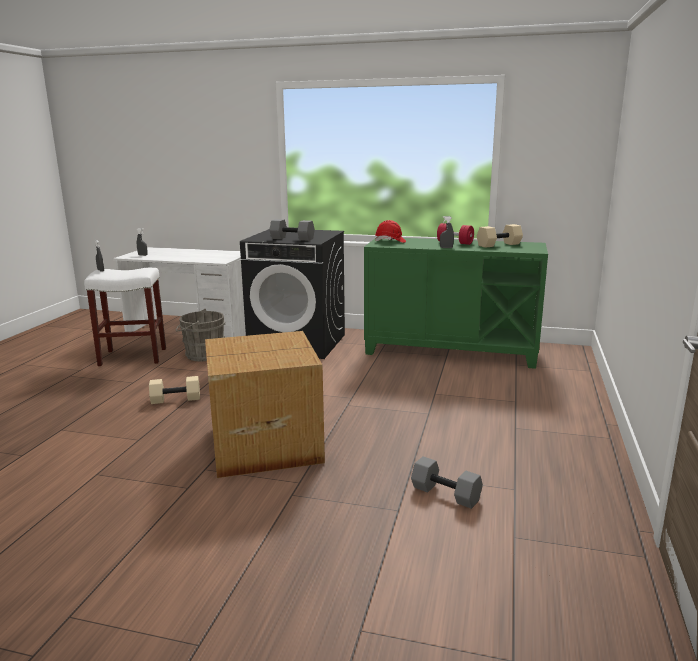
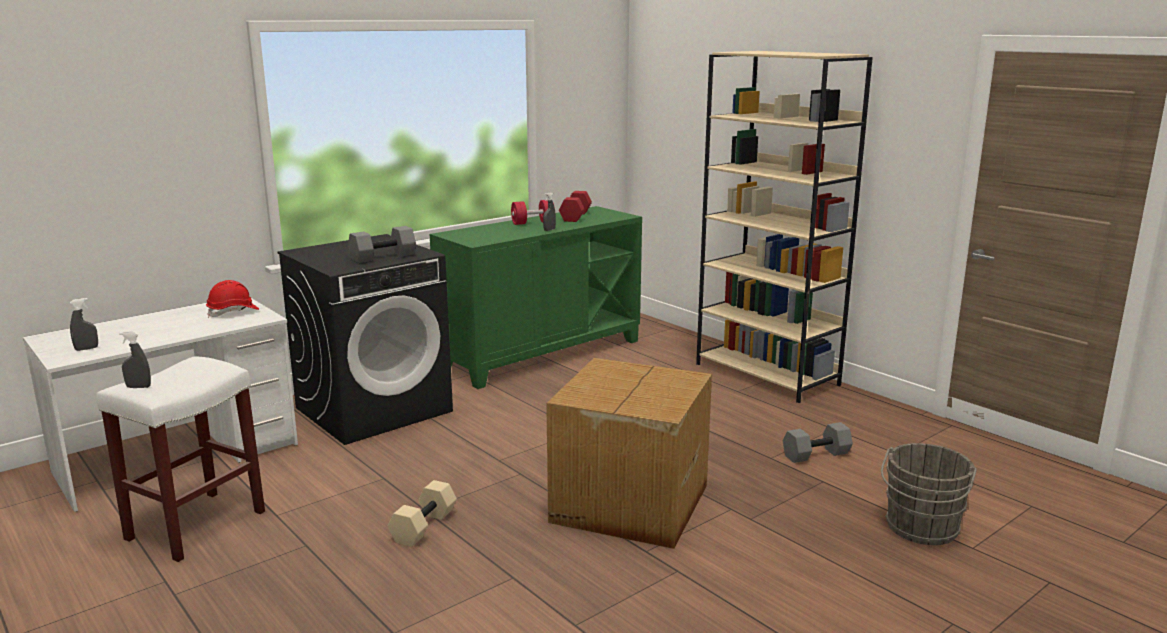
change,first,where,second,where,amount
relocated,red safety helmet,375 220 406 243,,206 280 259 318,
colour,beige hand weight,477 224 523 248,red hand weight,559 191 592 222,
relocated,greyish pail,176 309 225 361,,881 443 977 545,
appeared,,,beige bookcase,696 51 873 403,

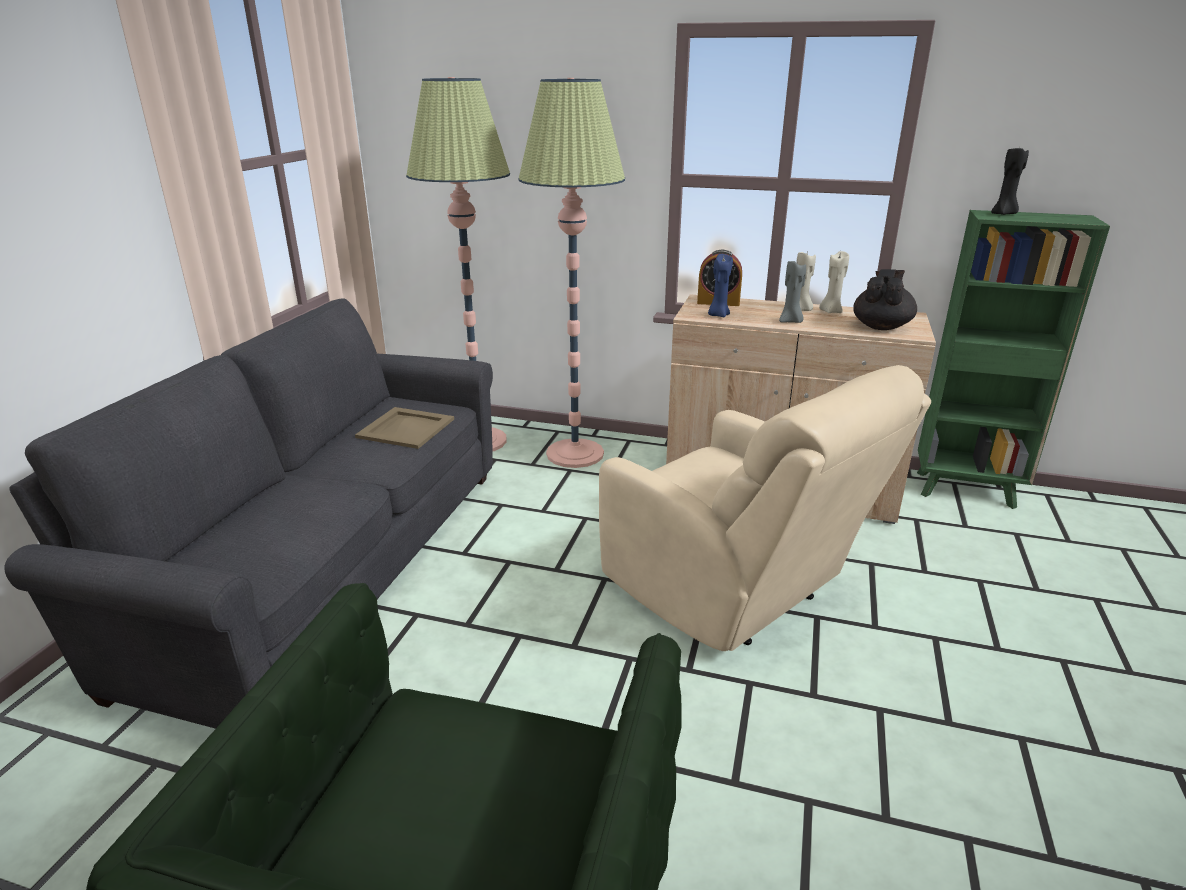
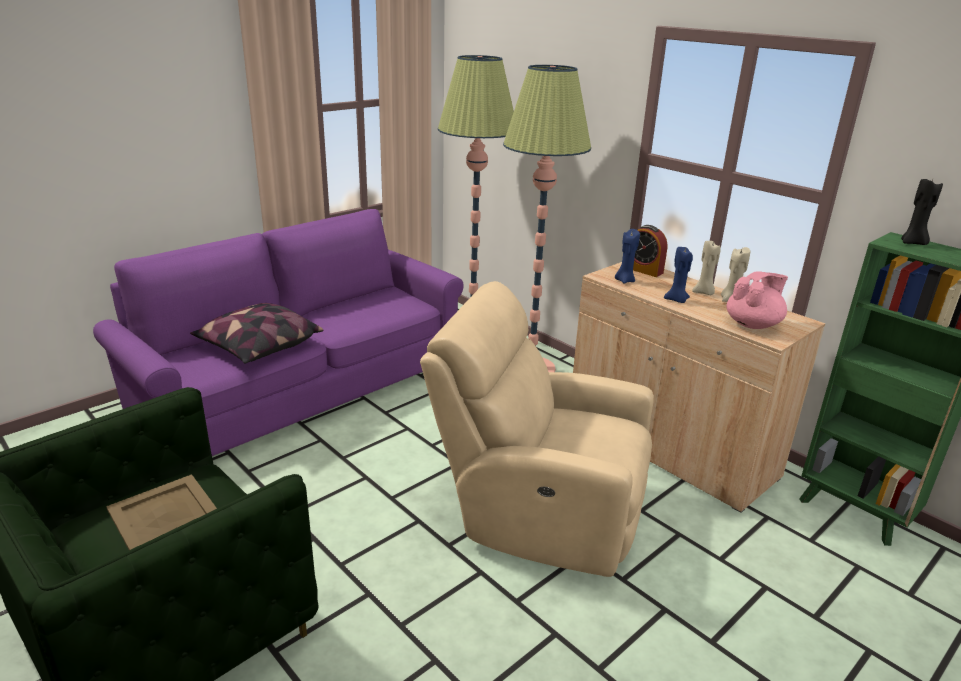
change,first,where,second,where,amount
colour,greyish wax light,779 260 806 323,blue-coloured wax light,664 247 693 303,
colour,black tea pot,853 269 917 330,pink tea pot,726 271 788 329,
colour,greyish sofa,5 298 493 729,purple-coloured sofa,93 209 464 456,
spun,beige easy chair,599 365 931 651,,420 281 654 577,120 degrees clockwise
relocated,beige serving tray,355 407 454 449,,106 474 217 550,
appeared,,,pillow,190 303 324 363,

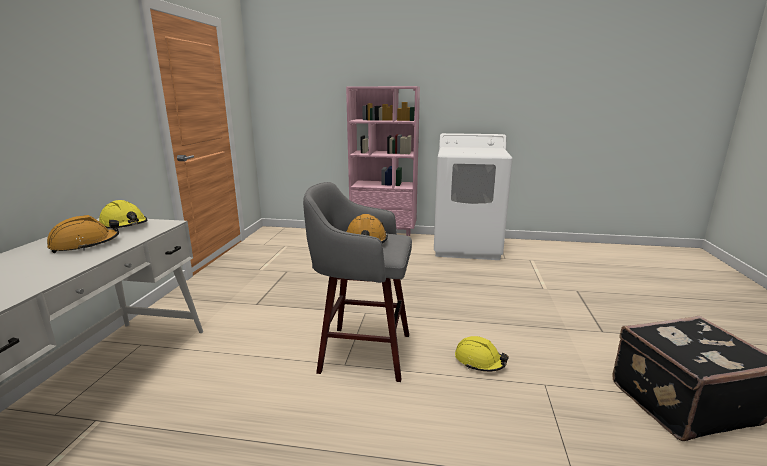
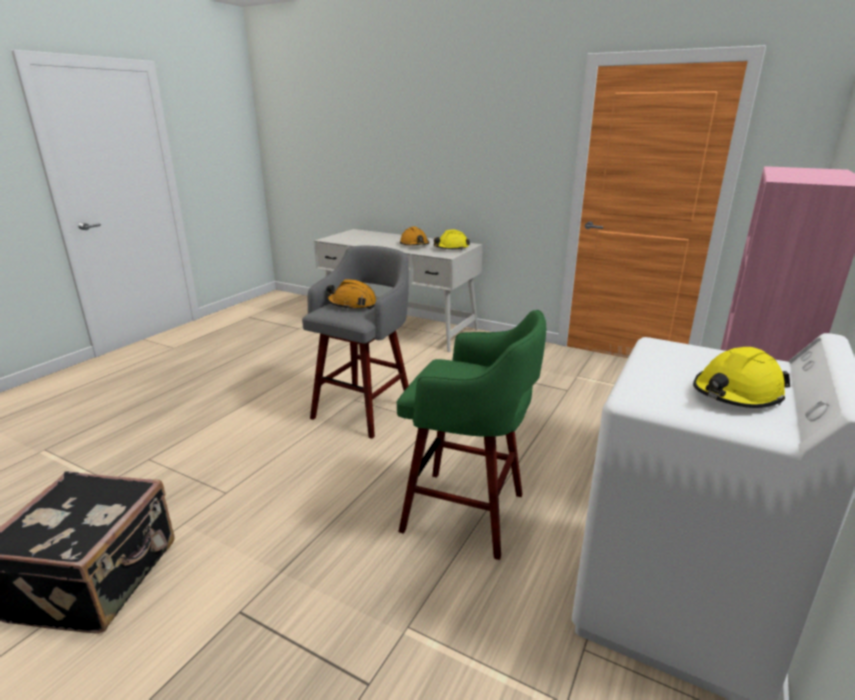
change,first,where,second,where,amount
relocated,yellow safety helmet,455 336 509 372,,693 347 790 408,
appeared,,,greenish stool,397 310 546 560,

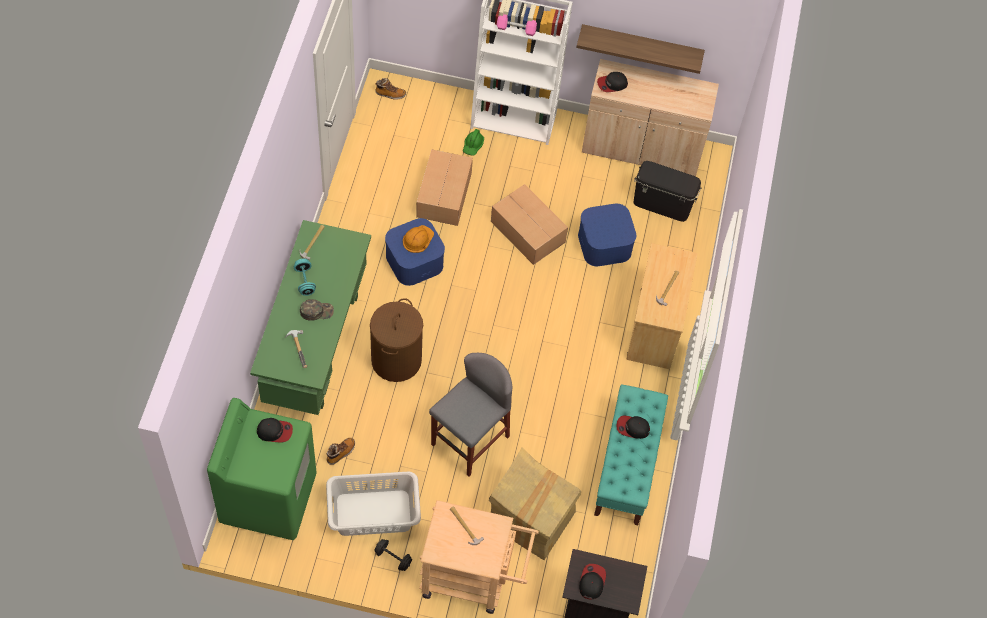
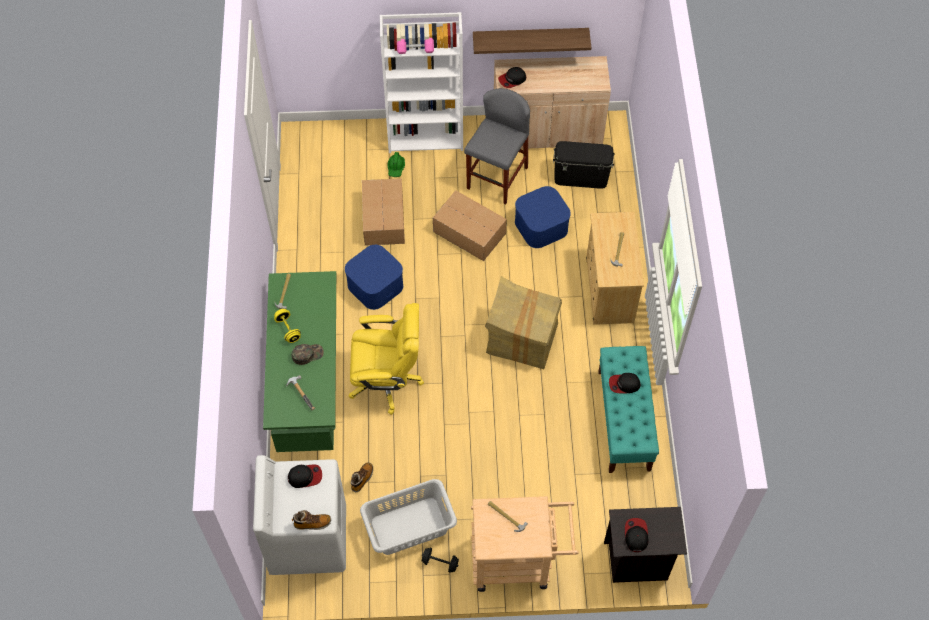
change,first,where,second,where,amount
relocated,high-top boot,375 78 406 100,,291 510 331 530,
missing,orange safety helmet,403 225 434 253,,,
colour,blue-green hand weight,294 259 316 296,yellow hand weight,274 309 301 343,
exchanged,brown washing basket,370 298 423 382,yellow computer chair,348 303 424 415,
relocated,greyish stool,429 353 512 476,,464 88 530 205,
colour,greenish laundry appliance,207 398 317 540,whitish laundry appliance,253 455 346 575,
relocated,cardboard box,489 447 581 560,,485 276 562 369,

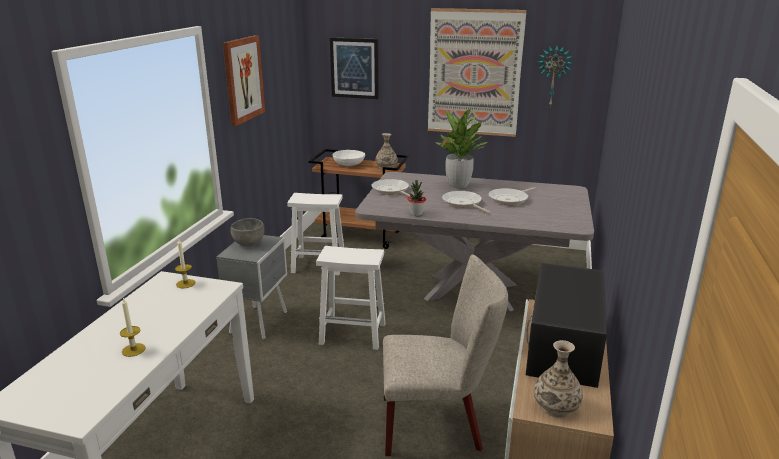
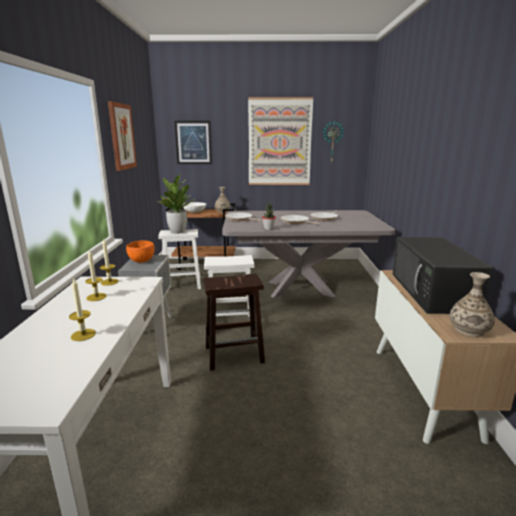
change,first,where,second,where,amount
relocated,potted plant,435 109 487 188,,157 175 195 234,
colour,greyish deep dish,231 218 264 247,orange deep dish,126 240 155 263,
missing,beige chair,383 255 508 456,,,
appeared,,,wax light,85 250 107 301,
appeared,,,brown stool,203 273 265 371,

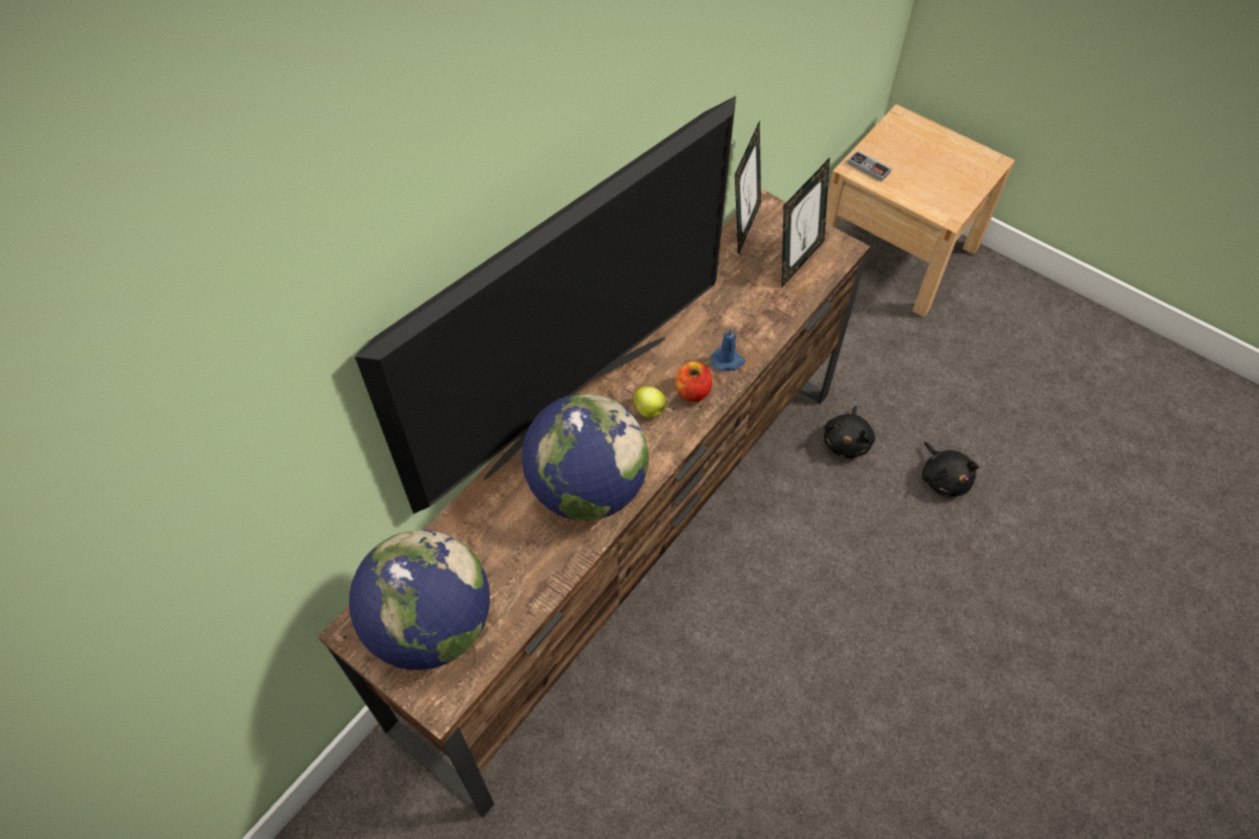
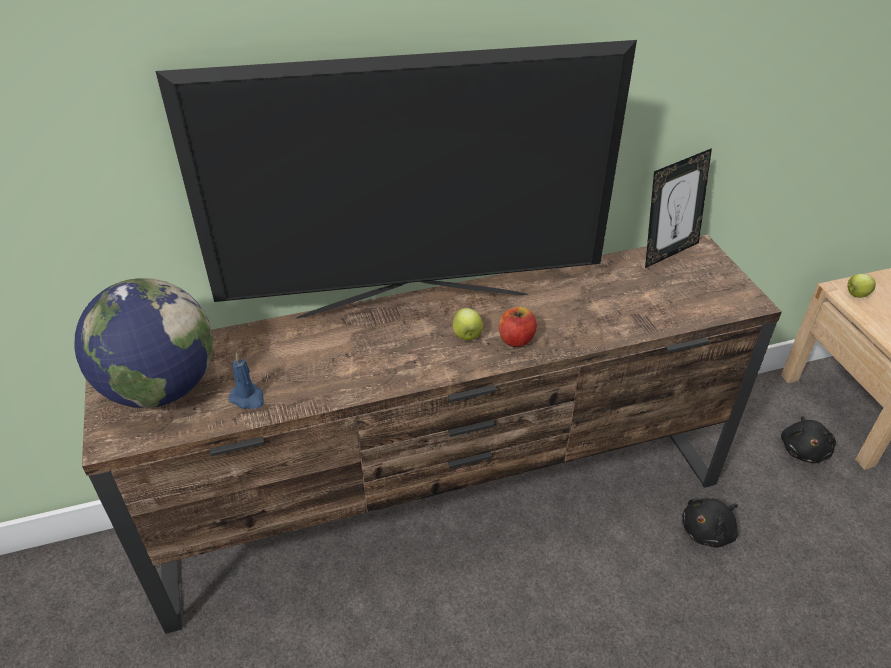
change,first,where,second,where,amount
exchanged,game controller,847 150 892 182,apple fruit,847 274 876 298,
missing,photo frame,782 158 830 287,,,
relocated,blue-coloured wax light,711 327 745 371,,229 353 264 409,
missing,world globe,522 393 649 521,,,
relocated,black soft toy,922 442 979 497,,781 416 836 463,

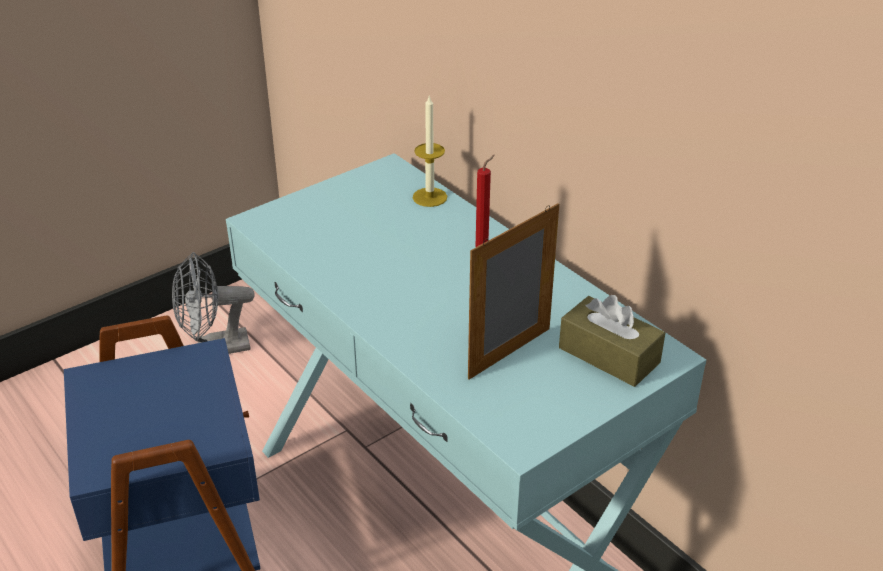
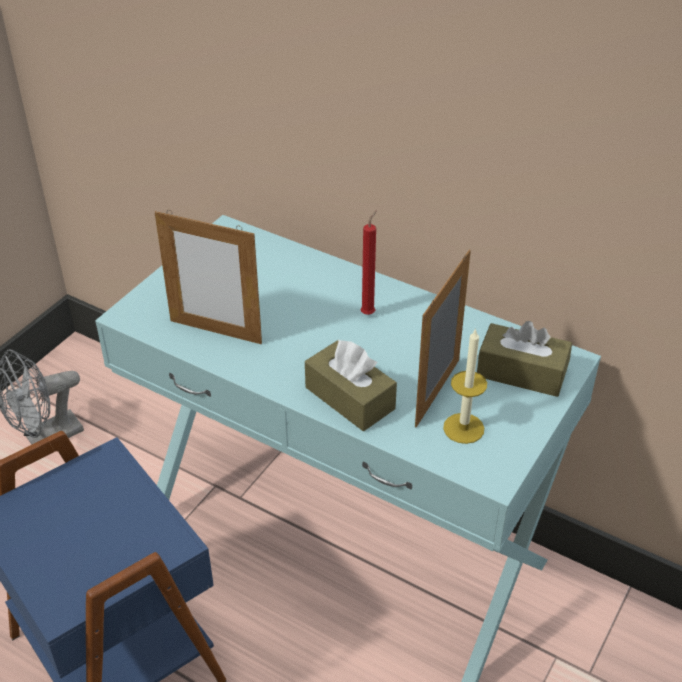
change,first,where,second,where,amount
relocated,wax light,413 96 447 207,,443 328 487 444,
appeared,,,photo frame,155 210 262 344,
appeared,,,brown tissue box,305 340 397 431,

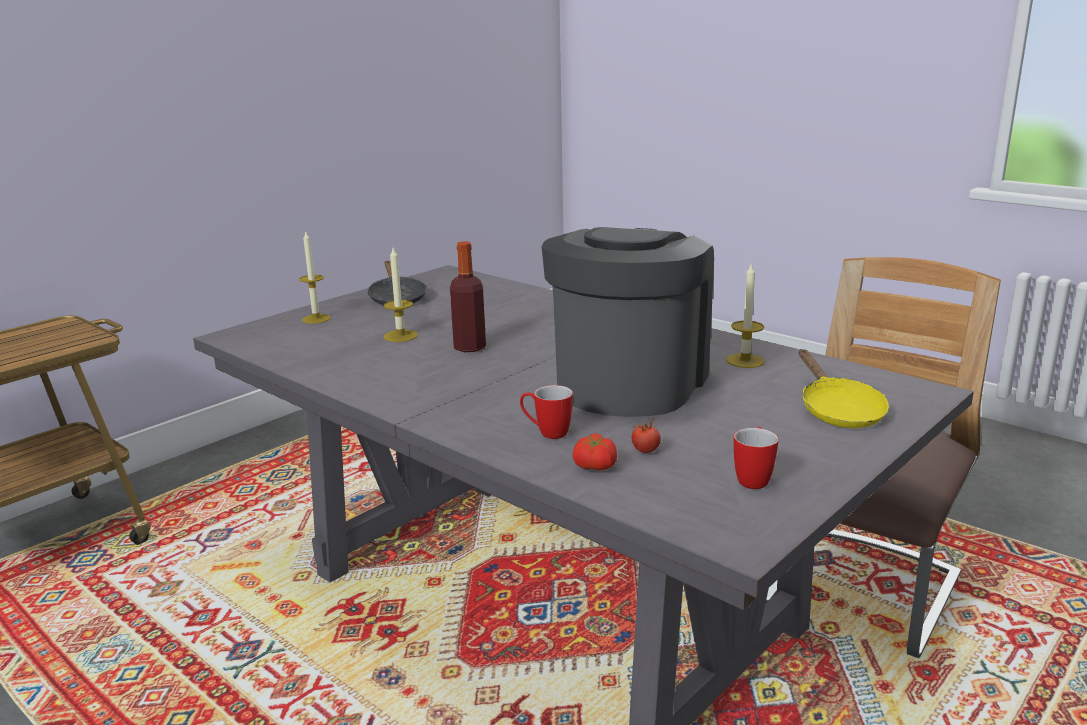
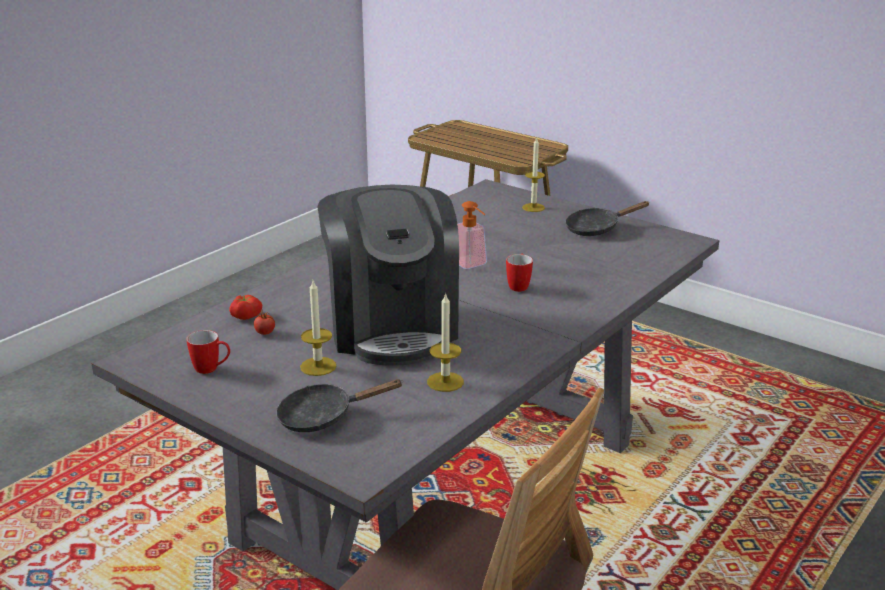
change,first,where,second,where,amount
spun,coffee brewer,542 227 714 417,,317 185 459 366,60 degrees clockwise
exchanged,bottle,450 241 486 352,soap dispenser,457 201 487 269,
relocated,wax light,383 248 418 342,,300 281 337 376,
colour,yellow pan,799 349 889 428,black pan,276 379 403 432,
relocated,tea mug,520 385 573 439,,506 253 533 292,

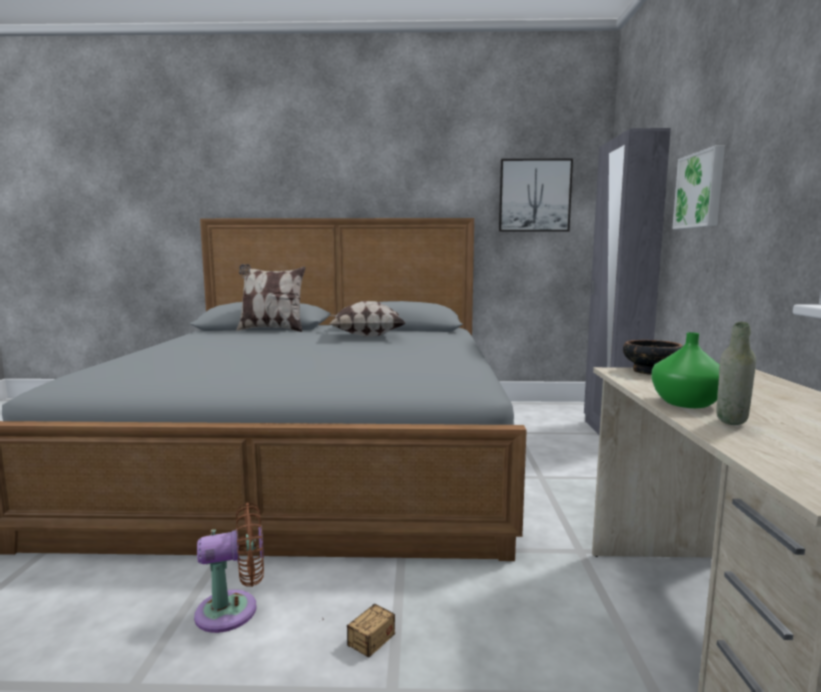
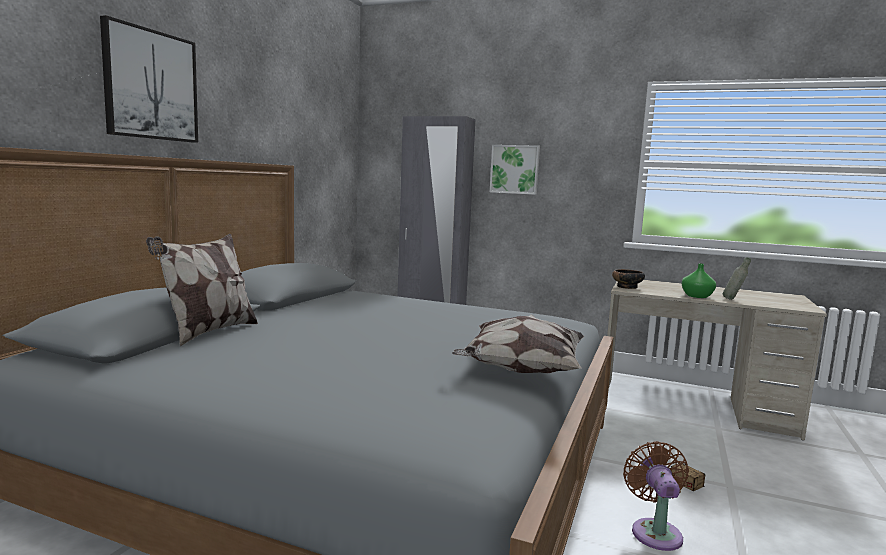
change,first,where,second,where,amount
relocated,picture,499 159 573 232,,100 15 198 143,
relocated,pillow,329 301 405 337,,452 315 584 373,

